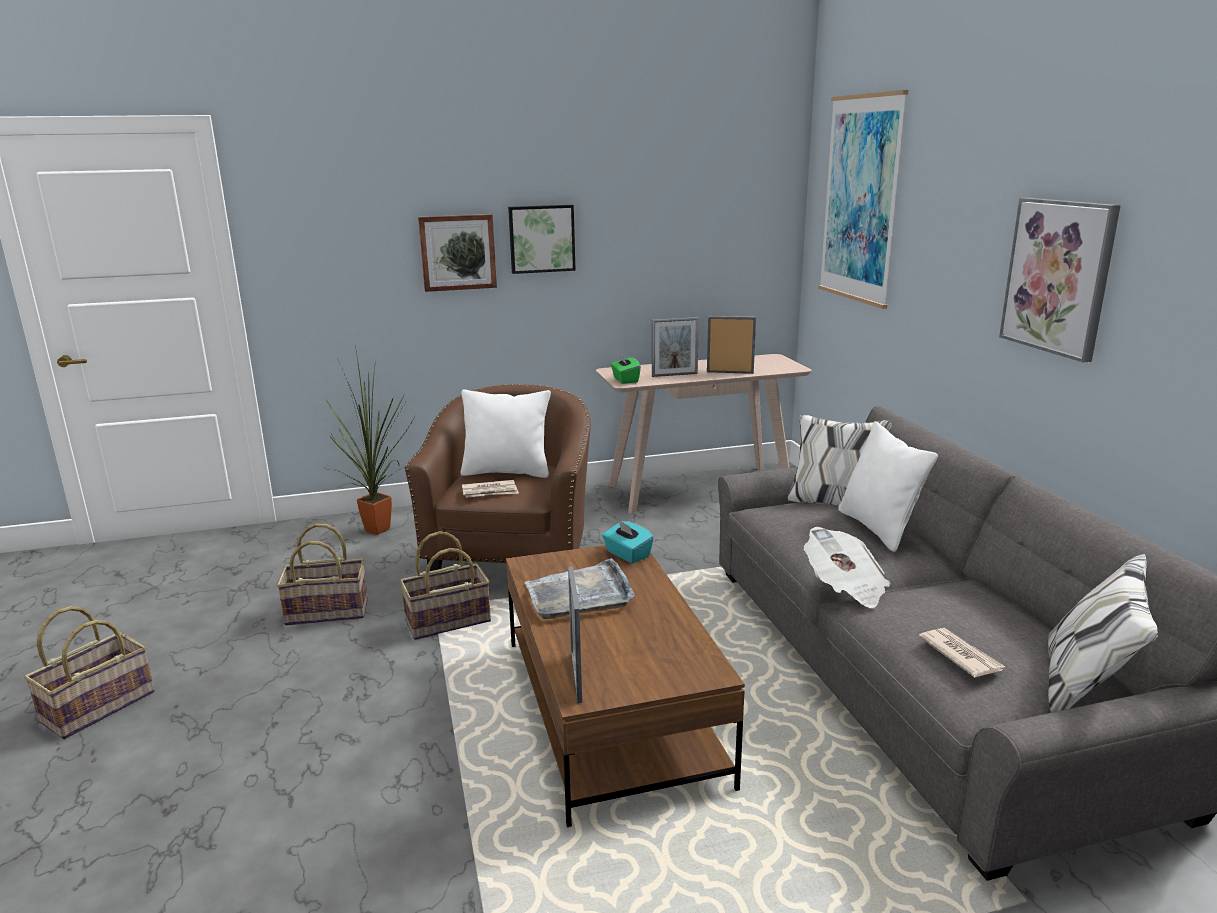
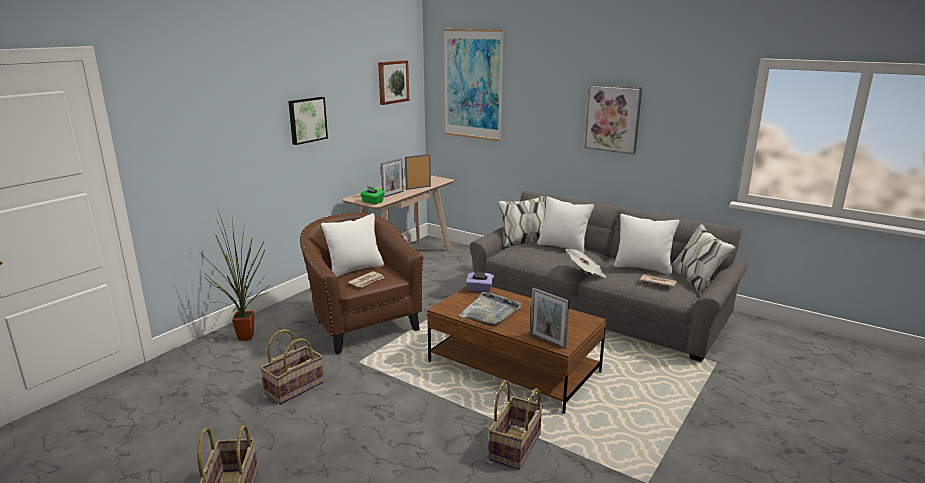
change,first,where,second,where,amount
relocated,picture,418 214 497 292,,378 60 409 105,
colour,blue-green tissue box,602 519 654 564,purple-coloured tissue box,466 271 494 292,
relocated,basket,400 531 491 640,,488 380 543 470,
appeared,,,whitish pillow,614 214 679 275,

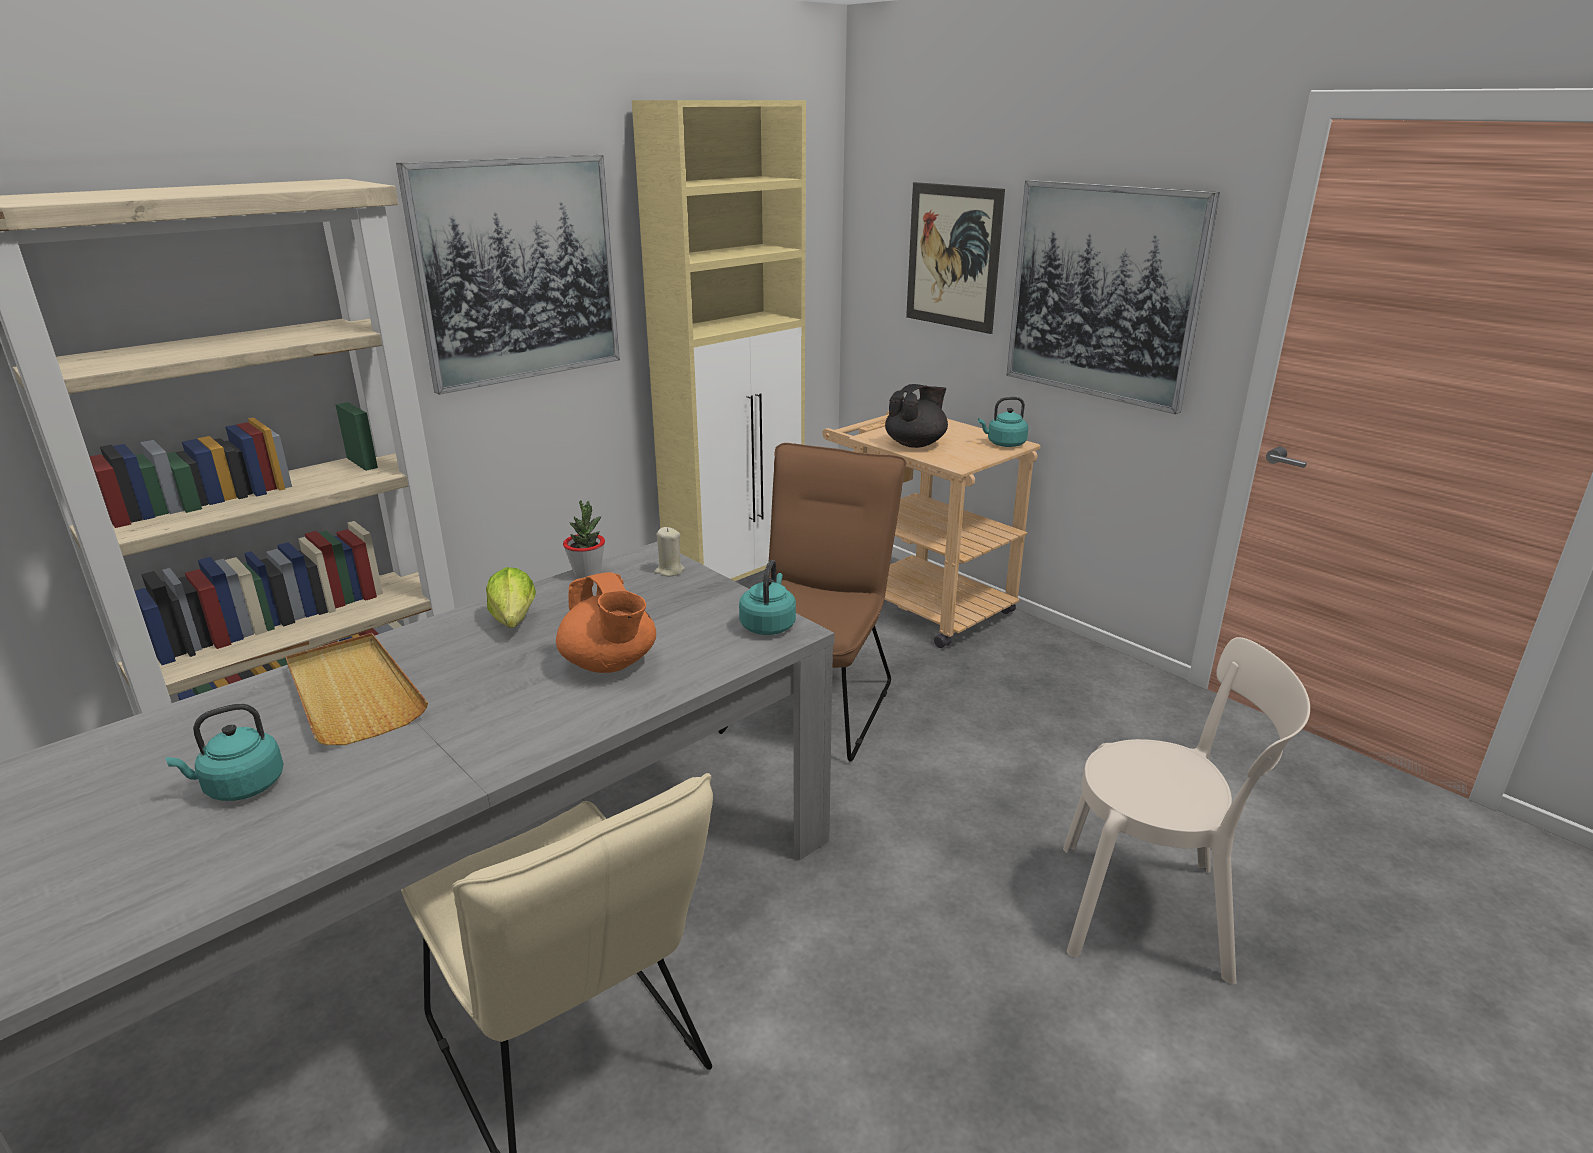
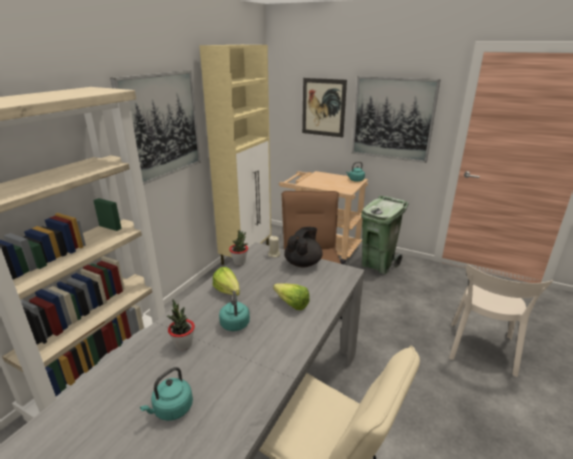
change,first,where,second,where,amount
relocated,black tea pot,885 384 948 448,,284 227 323 268,
relocated,blue-green tea kettle,739 560 796 635,,219 291 250 331,
exchanged,orange tea pot,556 572 656 673,lettuce,273 283 310 310,
exchanged,beige serving tray,286 633 428 745,potted plant,167 299 195 350,
spun,beige chair,1063 637 1310 985,,449 264 553 377,120 degrees clockwise
appeared,,,greenish waste bin,361 196 409 274,

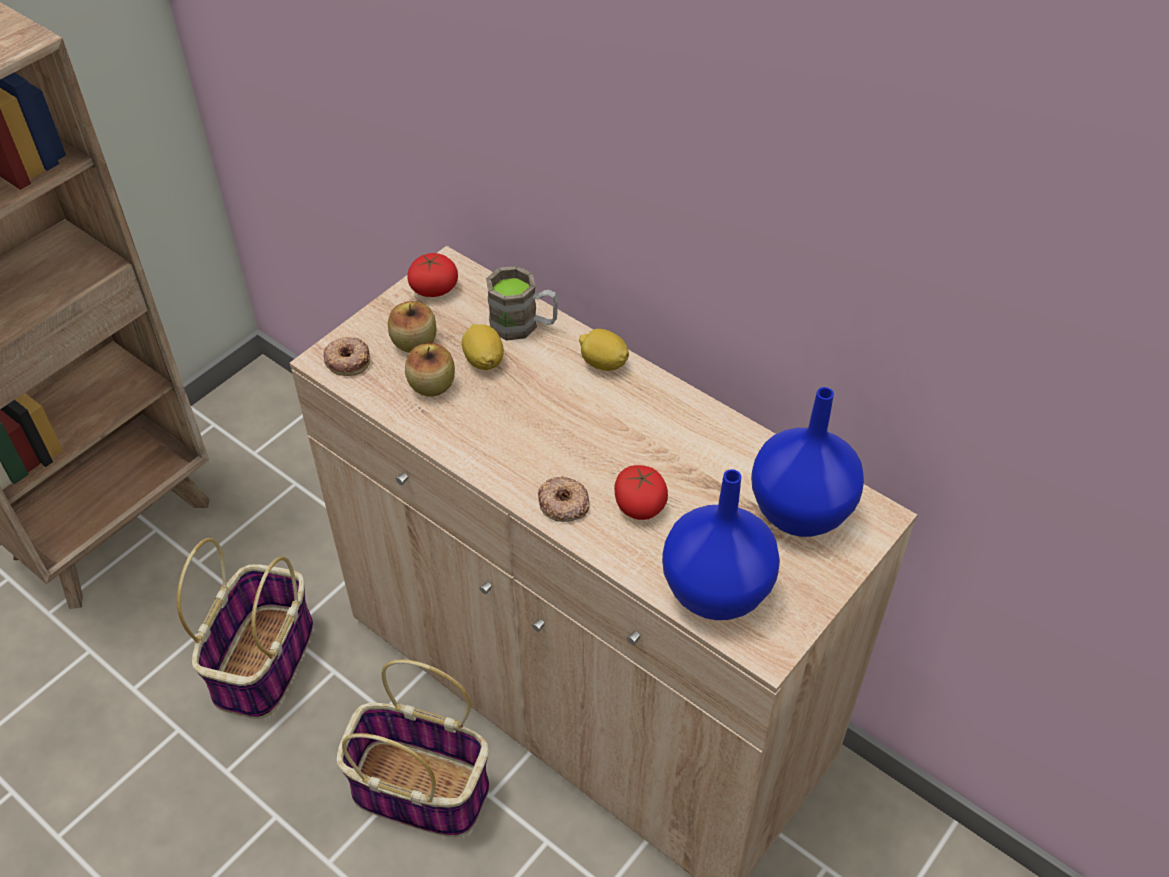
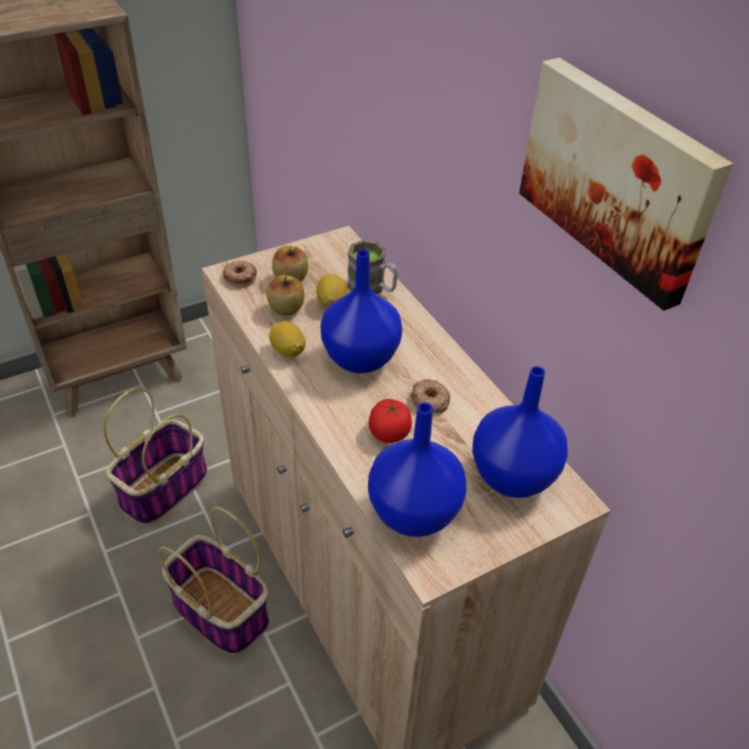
change,first,where,second,where,amount
missing,tomato,407 253 458 297,,,
relocated,citrus fruit,579 329 629 371,,269 321 306 357,
relocated,doughnut,538 476 589 522,,411 379 450 414,
appeared,,,picture,519 57 733 311,
appeared,,,blue-coloured decorative vase,320 250 402 373,

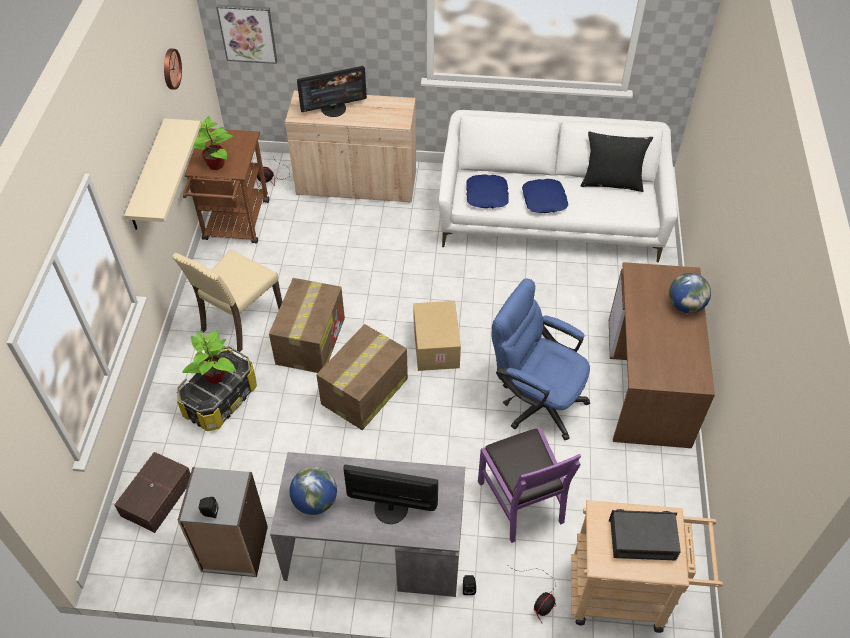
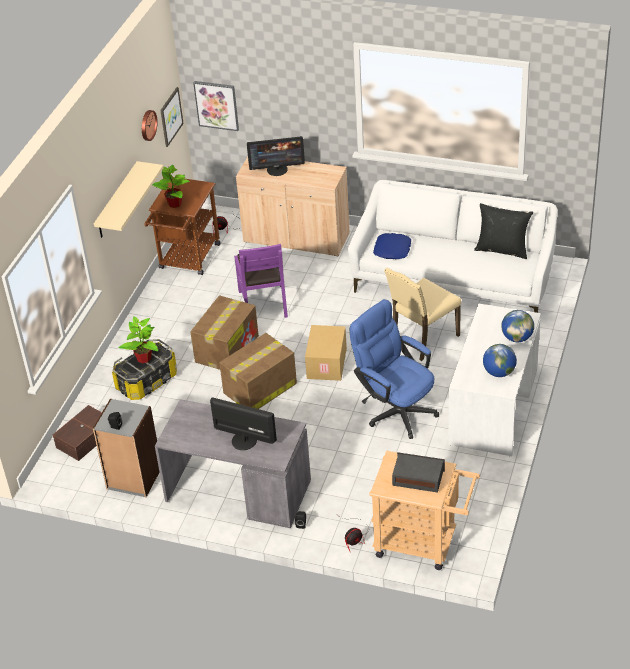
change,first,where,second,where,amount
missing,blue-coloured pillow,522 179 568 213,,,
relocated,beige chair,172 249 282 352,,384 268 461 361,
colour,brown desk unit,609 262 715 448,whitish desk unit,448 304 541 456,
relocated,purple-coloured chair,478 428 581 543,,234 244 288 318,
relocated,world globe,290 467 337 515,,483 344 517 377,
appeared,,,picture,160 87 184 147,

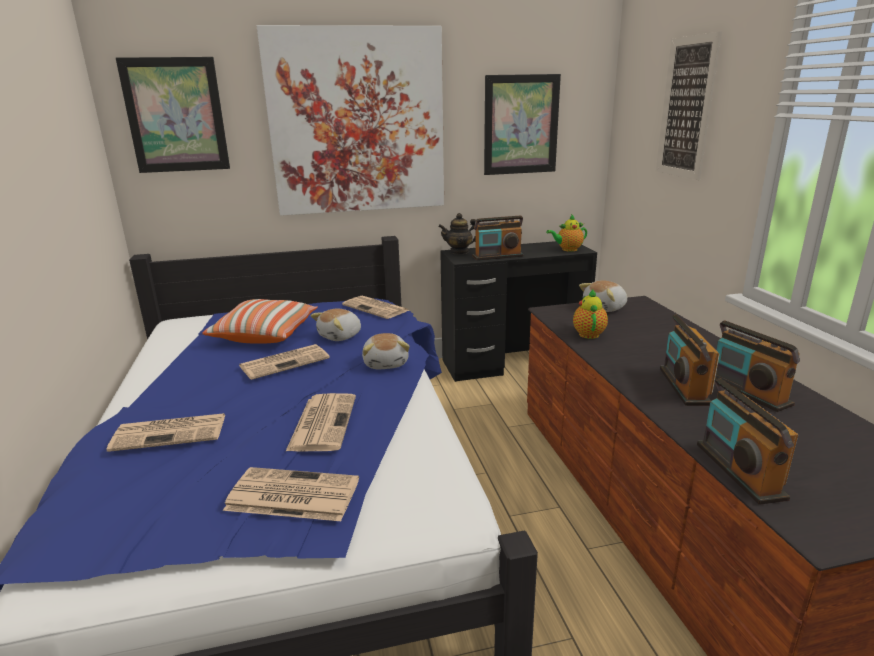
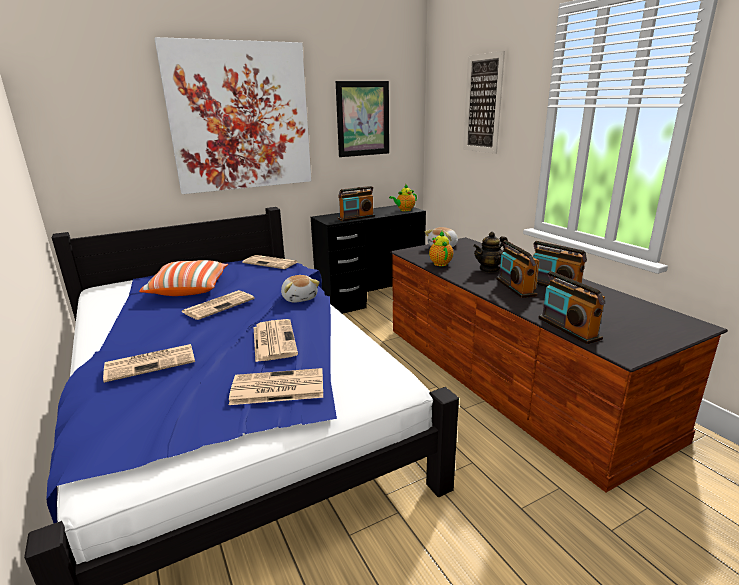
change,first,where,second,where,amount
missing,picture,116 57 230 173,,,
relocated,tea pot,438 213 476 254,,473 232 508 273,
missing,soft toy,311 309 361 341,,,

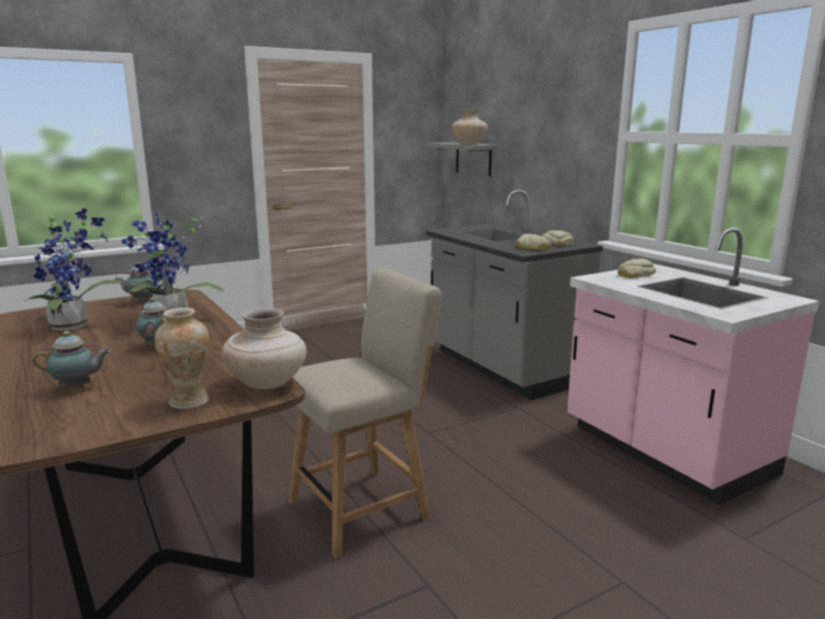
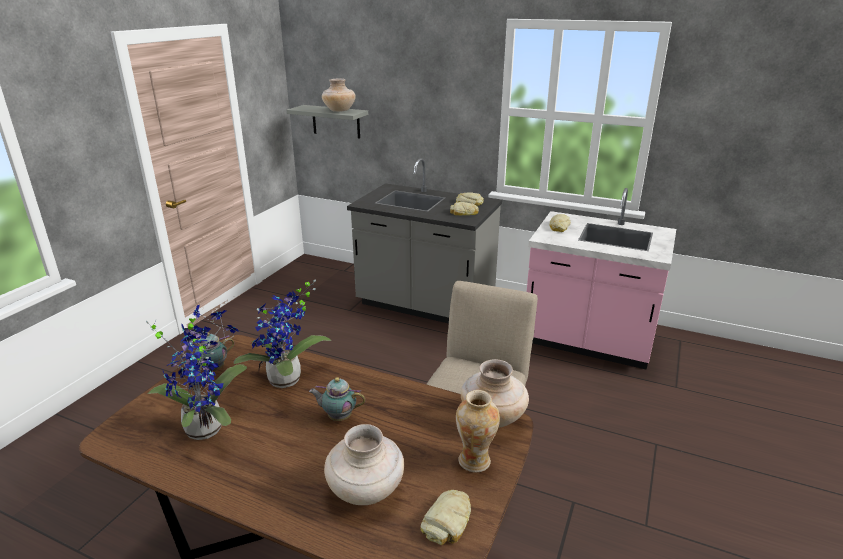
change,first,where,second,where,amount
exchanged,tea pot,32 331 111 389,beige decorative vase,324 424 404 505,
appeared,,,baked bread,420 490 471 545,

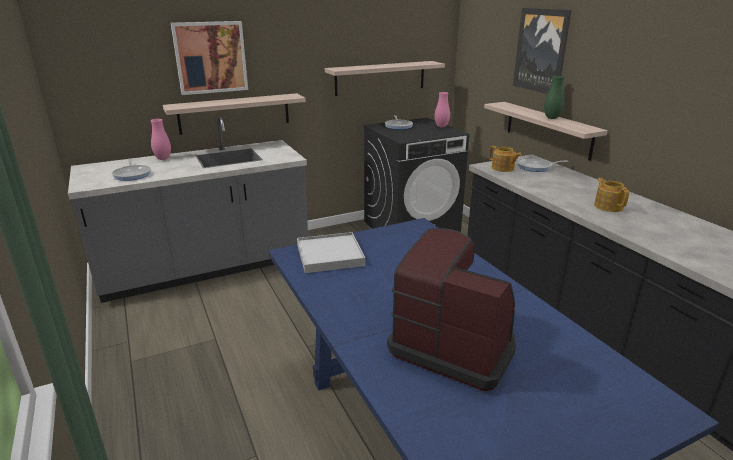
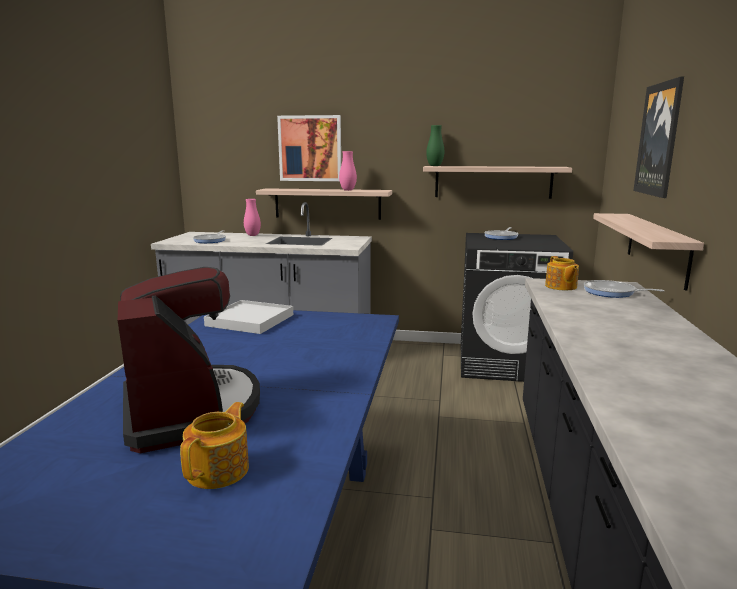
change,first,where,second,where,amount
relocated,greenish decorative vase,544 76 564 119,,426 125 444 166,
relocated,pink decorative vase,435 92 450 127,,339 151 357 191,
relocated,tea pot,594 178 629 212,,180 402 249 489,

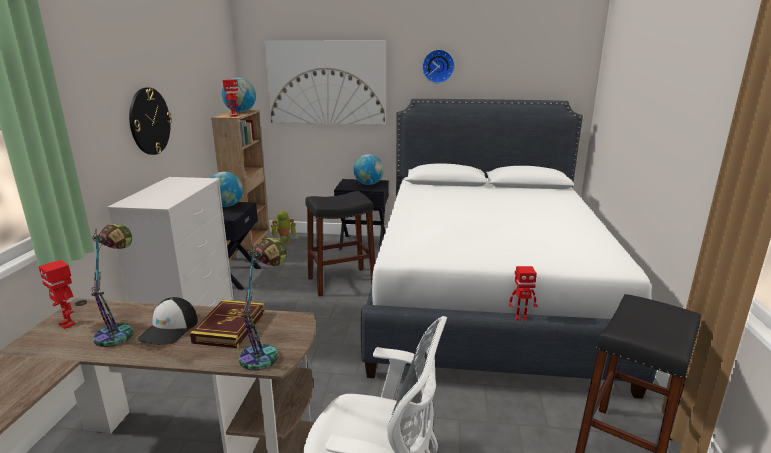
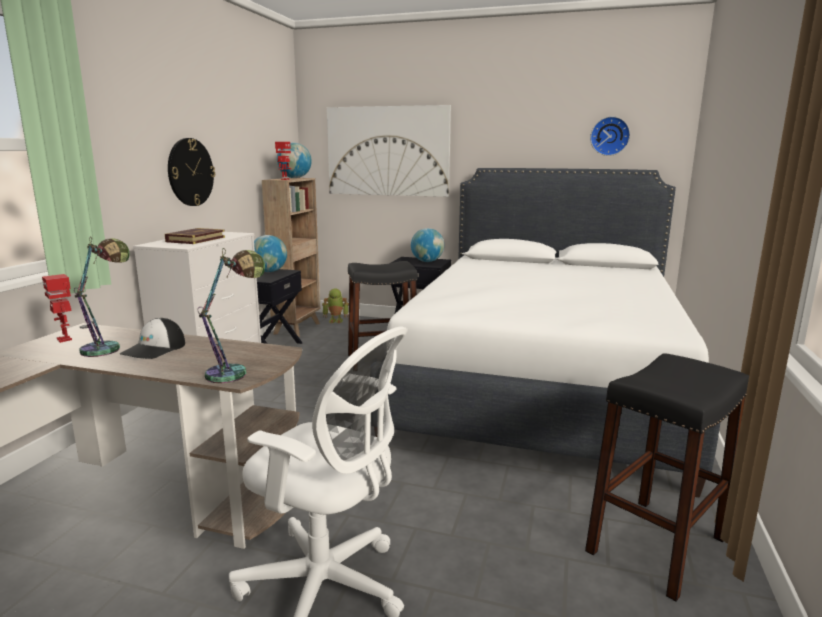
change,first,where,second,where,amount
relocated,hanging clock,422 49 455 83,,590 116 630 156,
missing,toy robot,509 266 538 321,,,
relocated,bound book,190 300 265 348,,165 228 225 244,

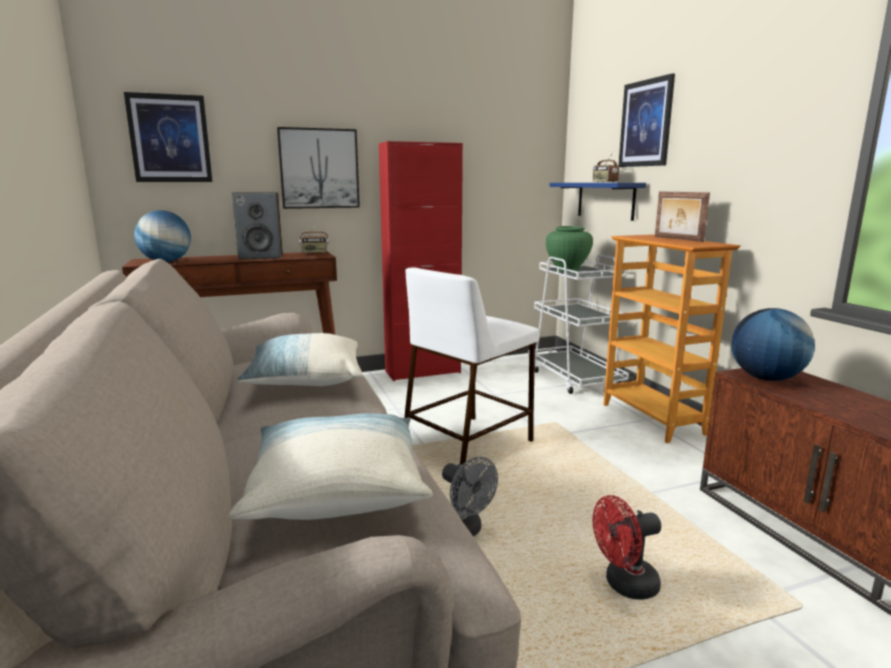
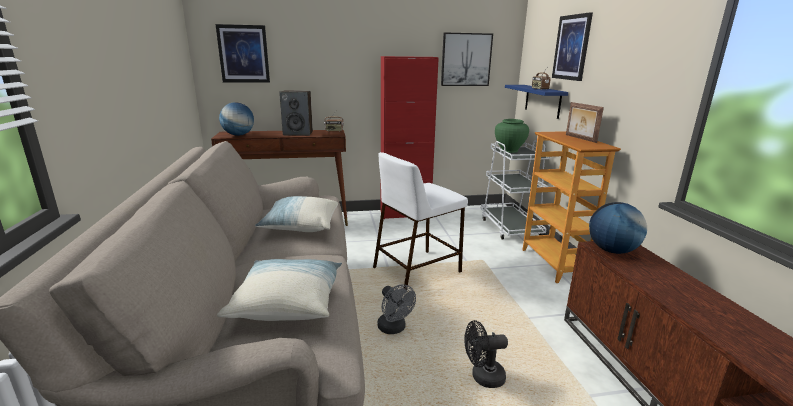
change,first,where,second,where,amount
relocated,picture,277 127 360 209,,441 32 493 86,
colour,red electric fan,593 495 661 599,black electric fan,464 320 508 388,

